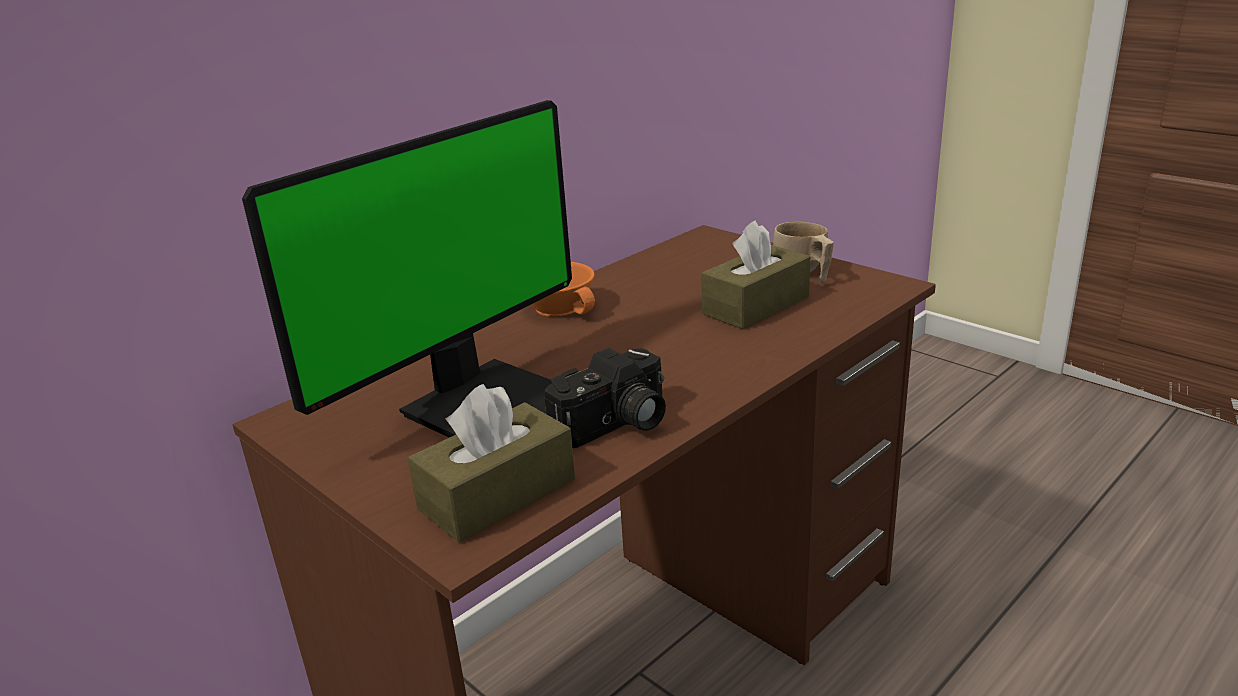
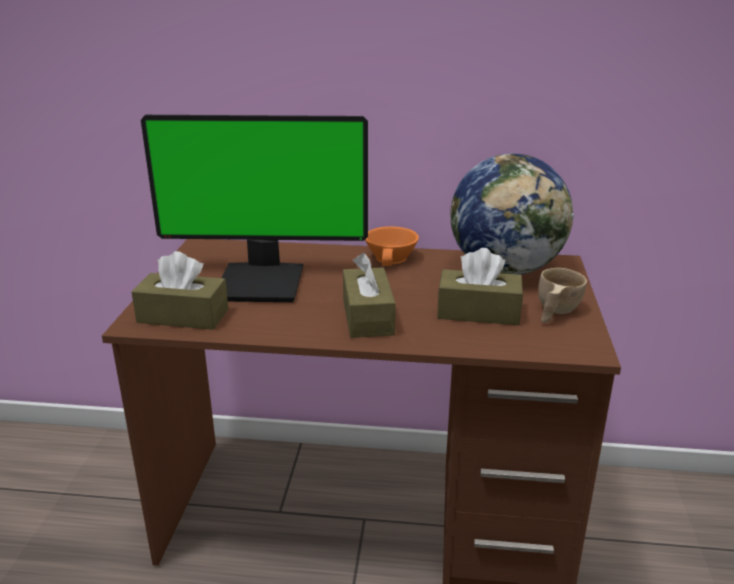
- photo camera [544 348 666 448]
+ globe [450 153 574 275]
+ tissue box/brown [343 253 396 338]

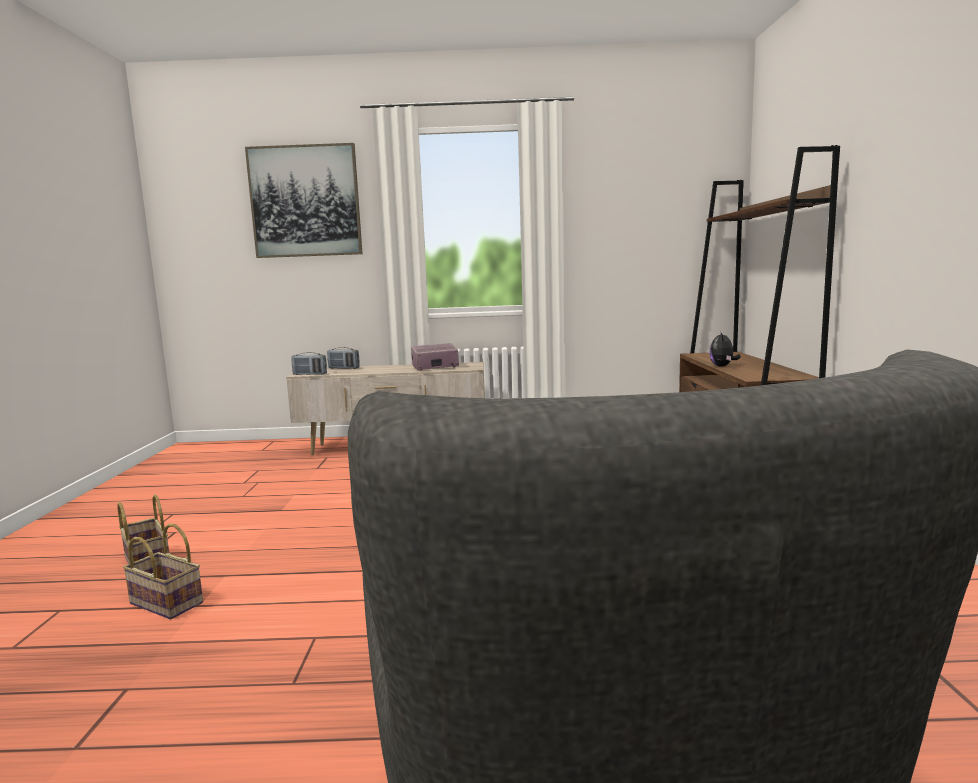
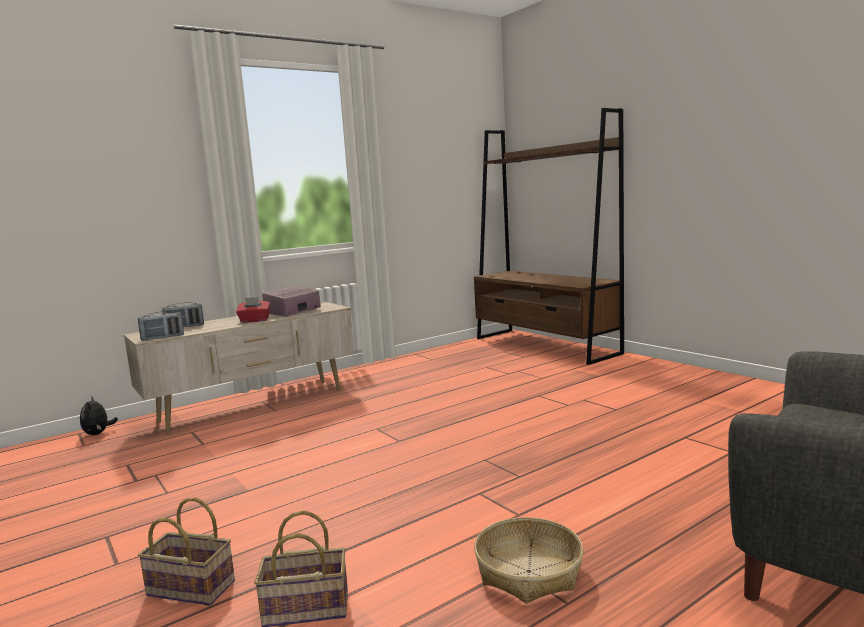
- picture [245 143 363 258]
~ plush toy [709 333 741 367] to [80 396 118 435]
+ tissue box/red [236 297 270 323]
+ basket [474 517 583 603]

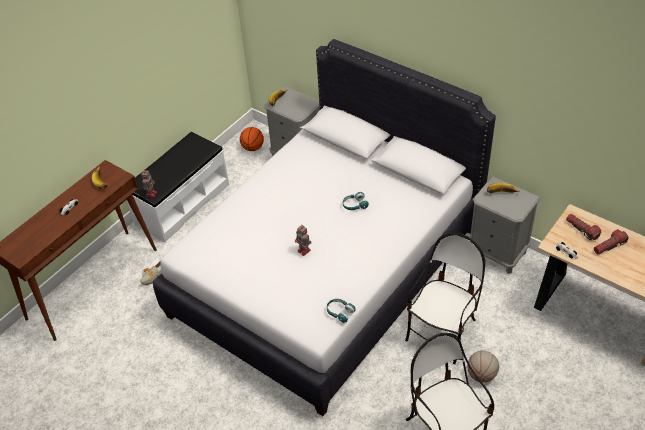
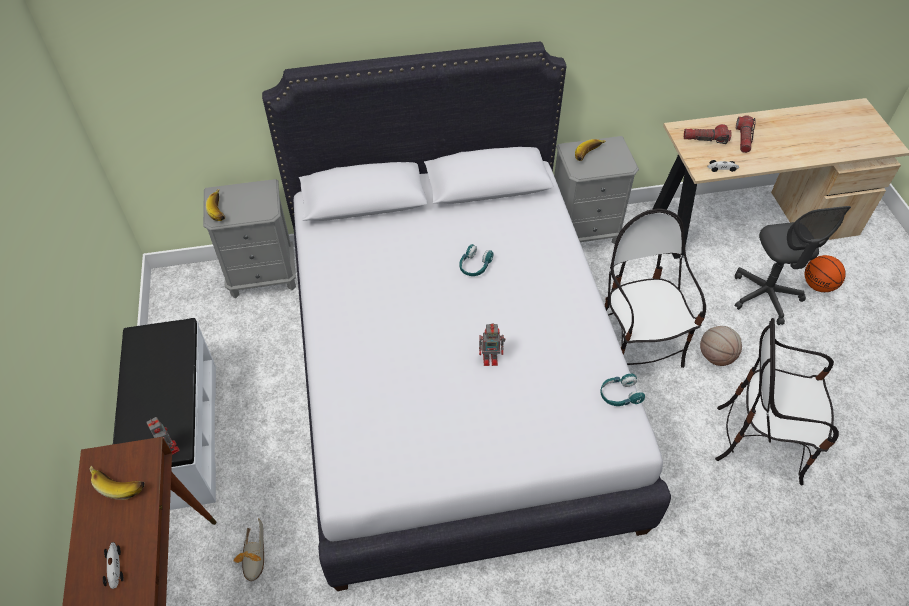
~ basketball [240 127 264 151] to [805 255 846 292]
+ office chair/grey [734 206 851 325]

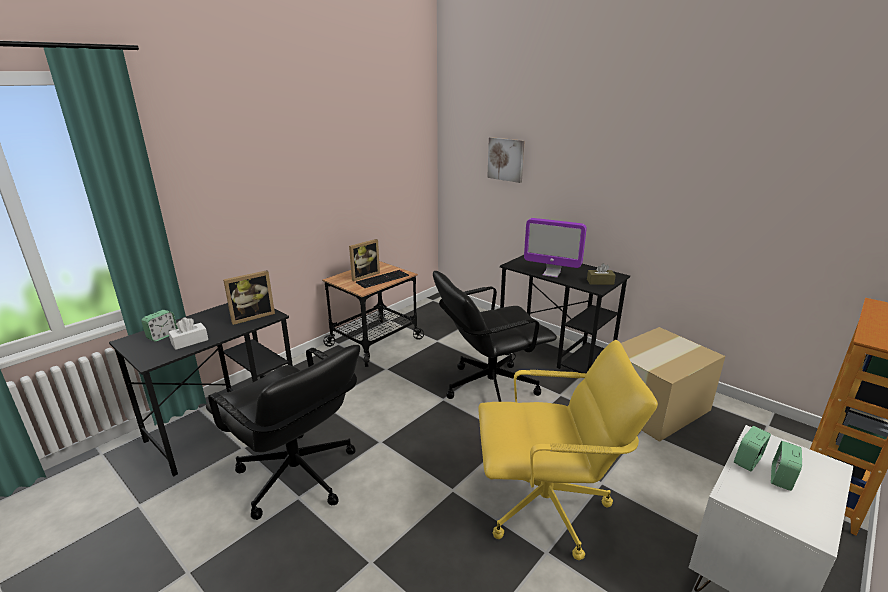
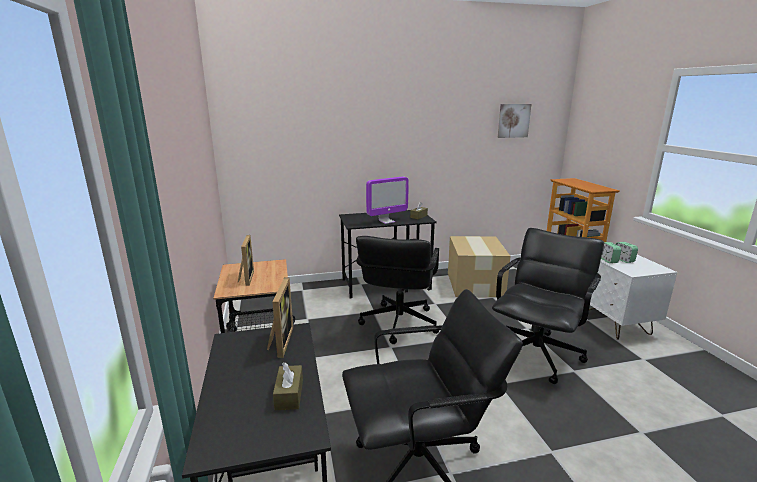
~ picture [487 137 525 183] to [498 104 531 138]
- keyboard [356 270 409 288]
- alarm clock [141 310 178 341]
~ tissue box/white [168 317 208 350] to tissue box/brown [273 362 303 410]
~ office chair/yellow [478 340 658 560] to office chair/black [492 228 604 384]

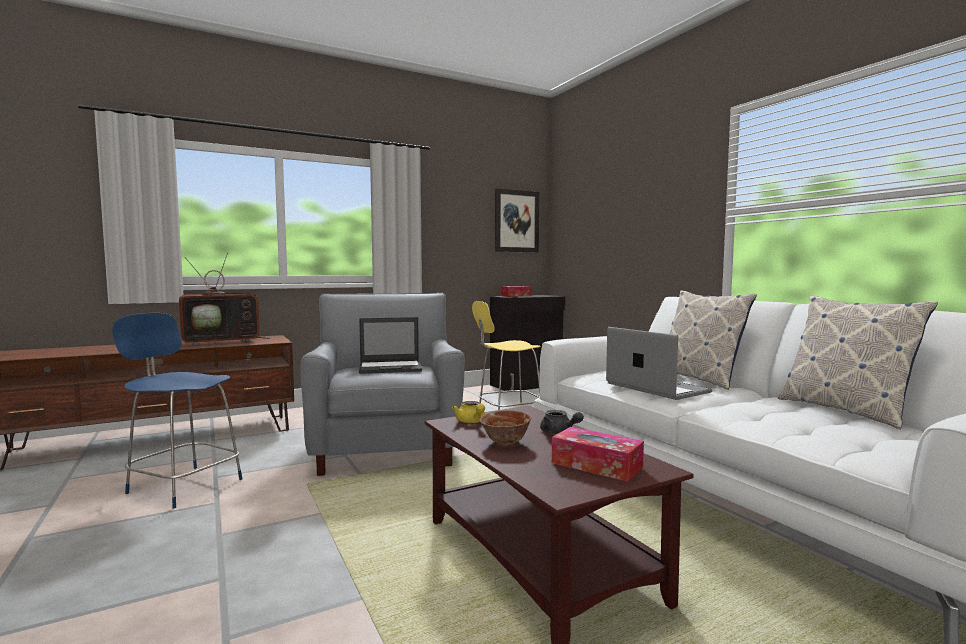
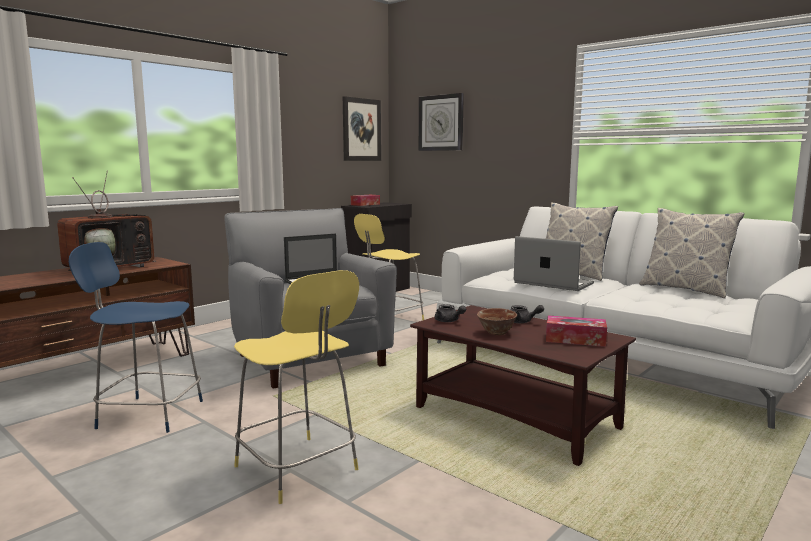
~ teapot/yellow [452 401 485 423] to teapot/grey [435 304 466 322]
+ wall clock [419 93 464 151]
+ stool/yellow [234 270 359 504]

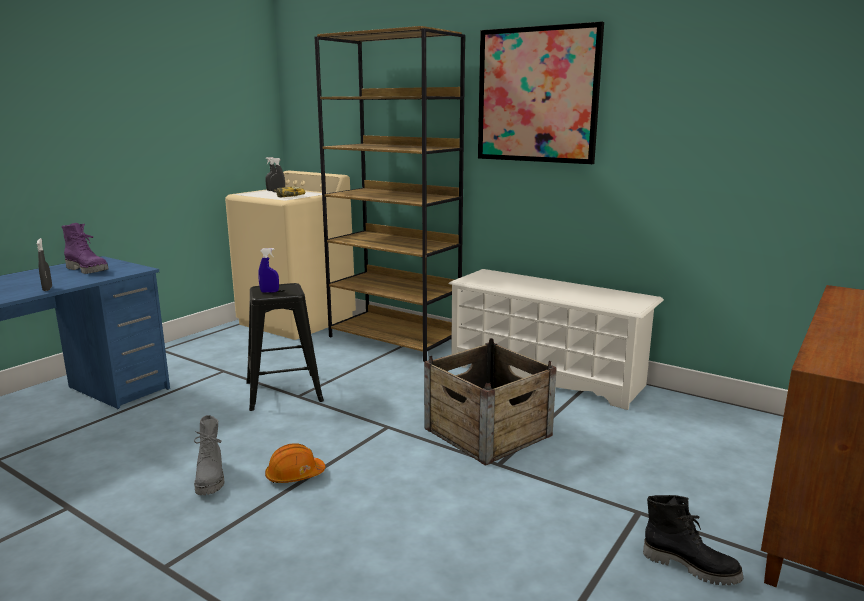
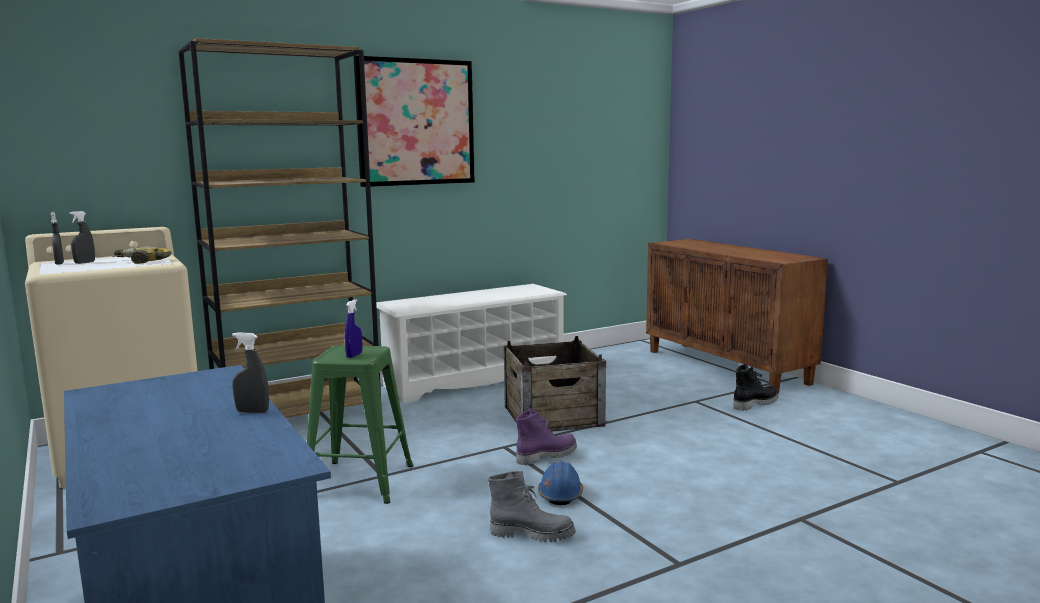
~ boot/purple [61 223 109 274] to [516 408 577 465]
~ stool/black [246 283 324 411] to stool/green [307 345 413 504]
~ hard hat/orange [265 443 326 483] to hard hat/blue [538 461 583 505]

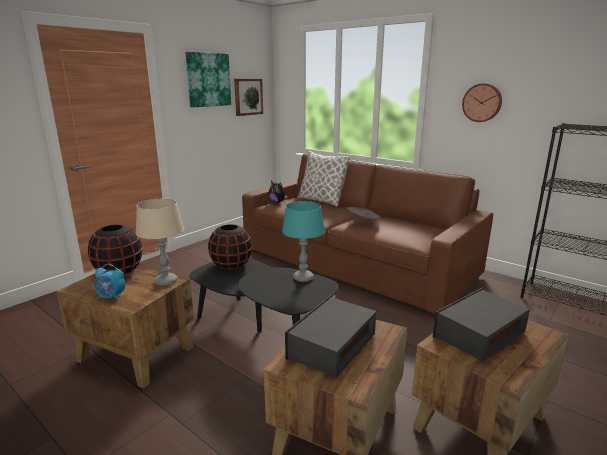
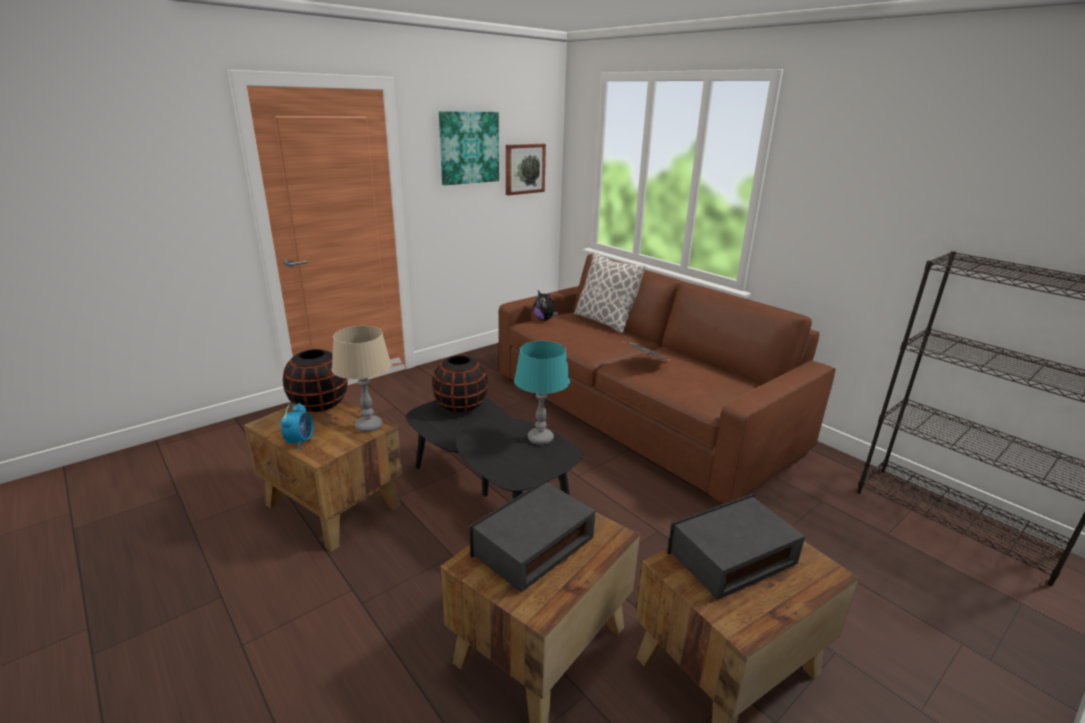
- wall clock [462 83 502 122]
~ alarm clock [94 264 125 301] = [281 403 314 449] 105 degrees counterclockwise

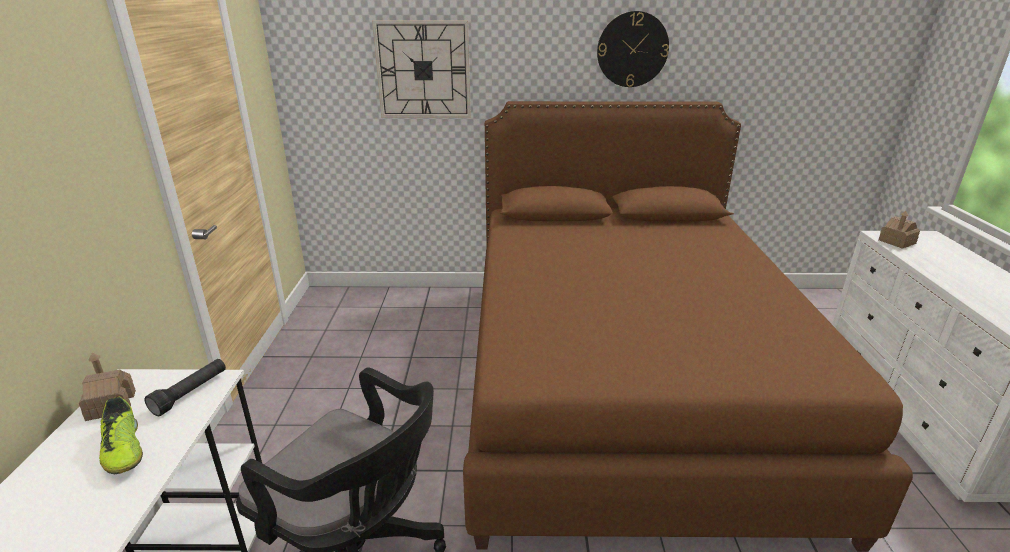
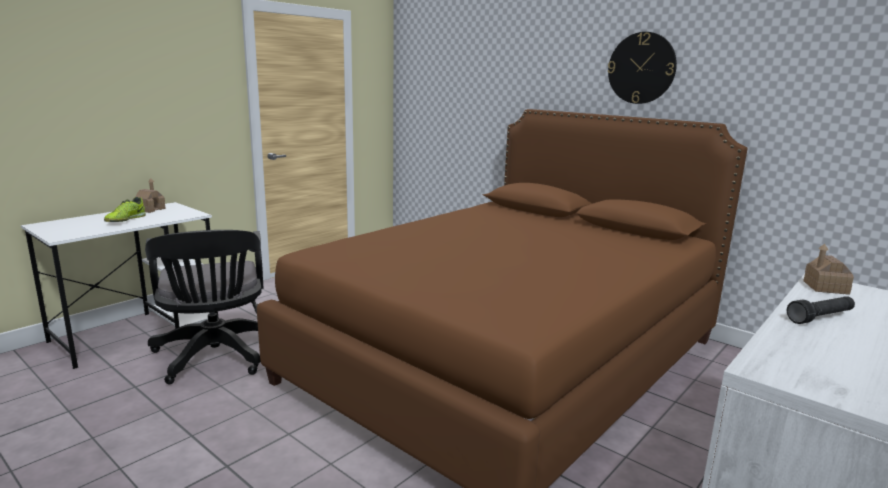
- wall clock [372 20 471 118]
~ flashlight/black [144 359 226 416] to [787 296 855 324]

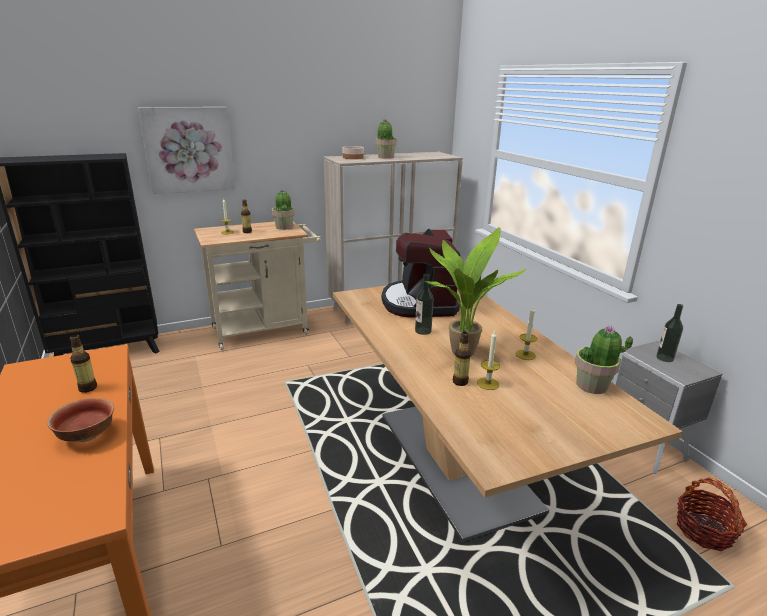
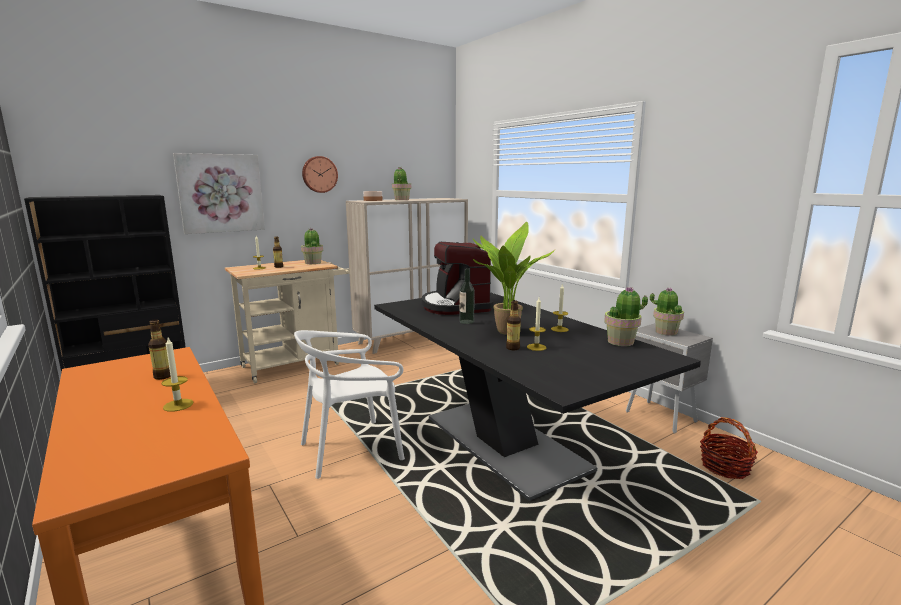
~ dining table/beige [333 286 683 542] to dining table/black [374 292 701 501]
~ bottle [656 304 683 362] to potted plant [650 287 684 336]
~ bowl [47 398 114 442] to candle [161 338 193 412]
+ wall clock [302 156 338 193]
+ chair/white [294 330 405 479]

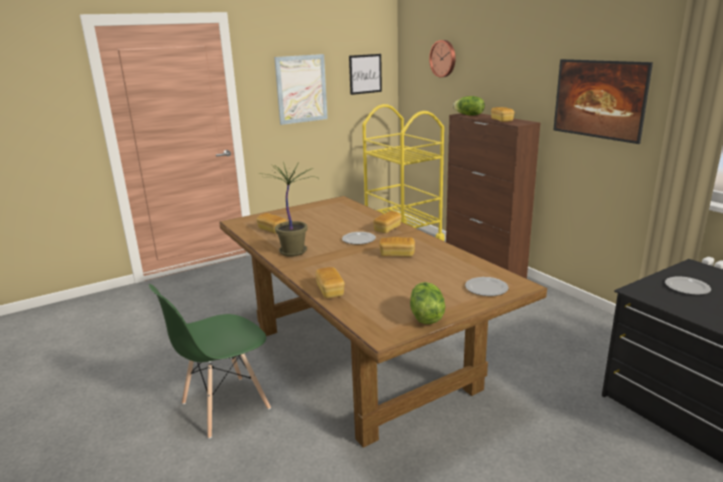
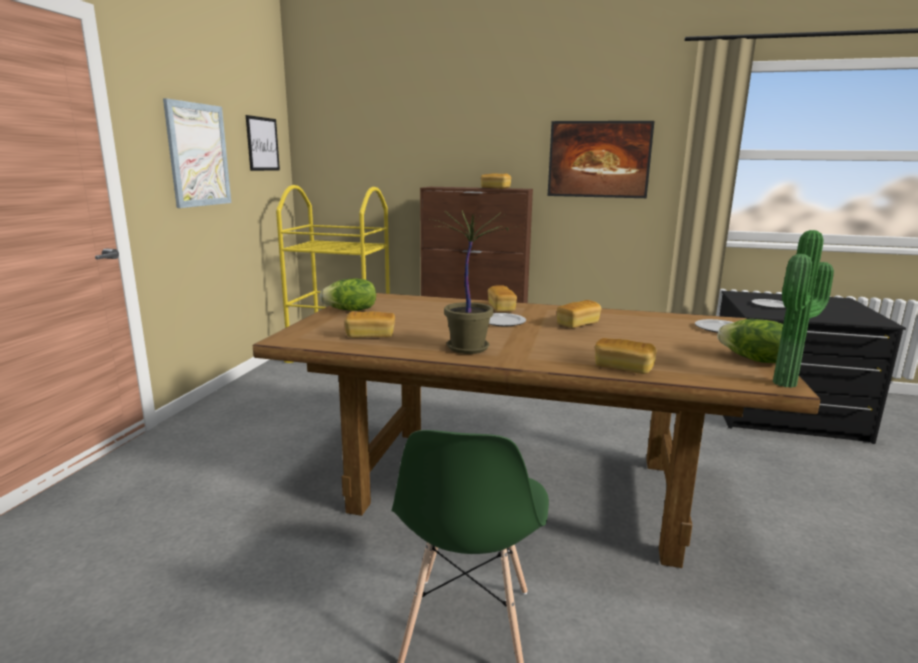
- wall clock [429 40 456 77]
~ lettuce [453 96 485 116] to [319 278 376 311]
+ potted plant [773 230 834 388]

